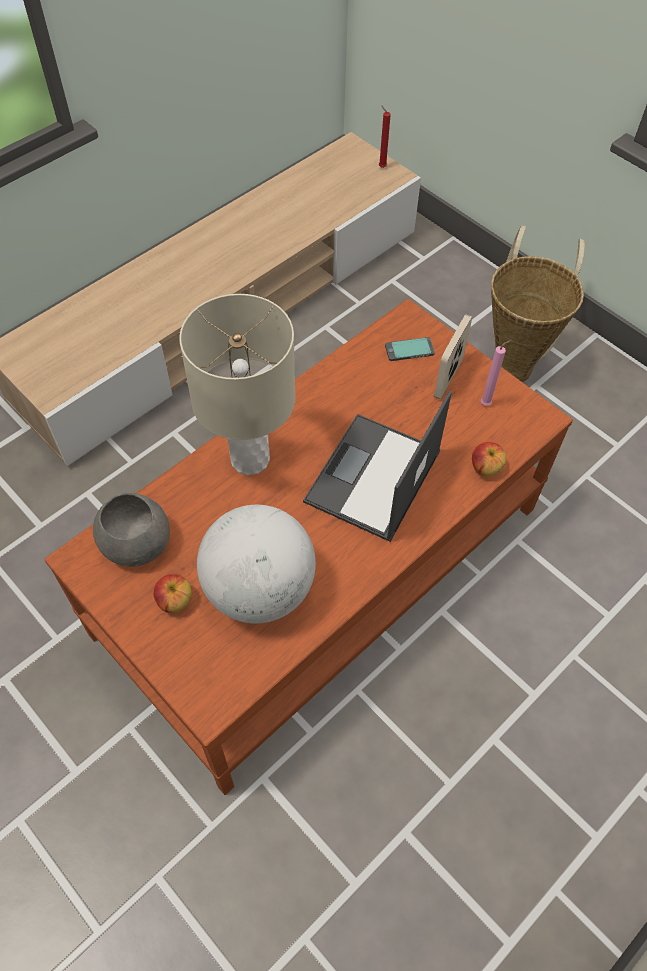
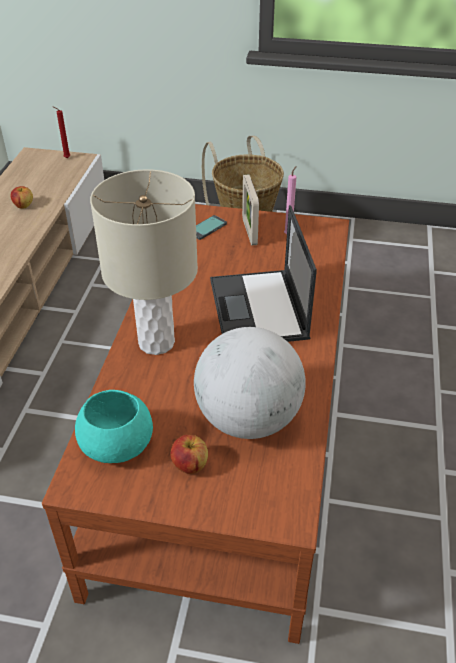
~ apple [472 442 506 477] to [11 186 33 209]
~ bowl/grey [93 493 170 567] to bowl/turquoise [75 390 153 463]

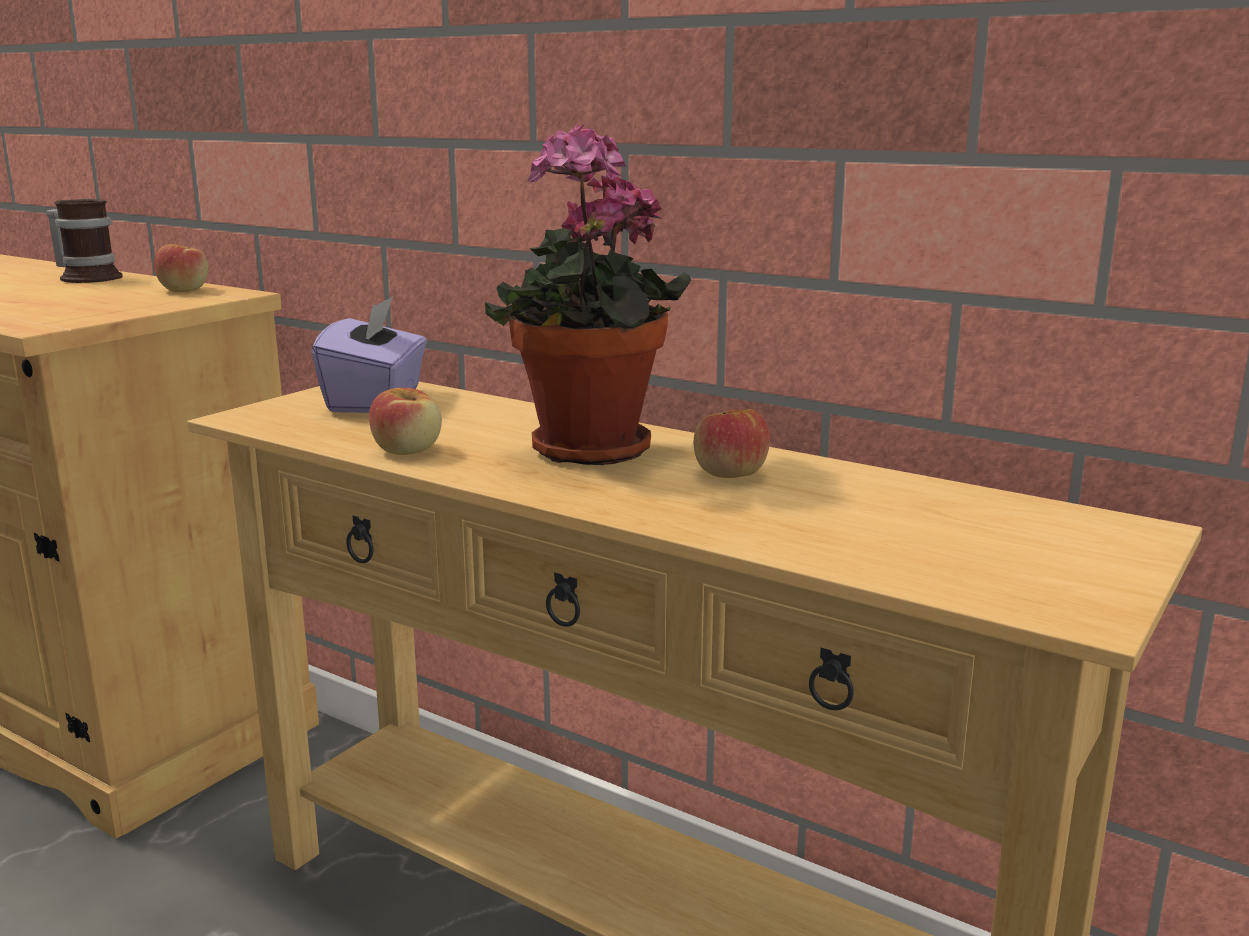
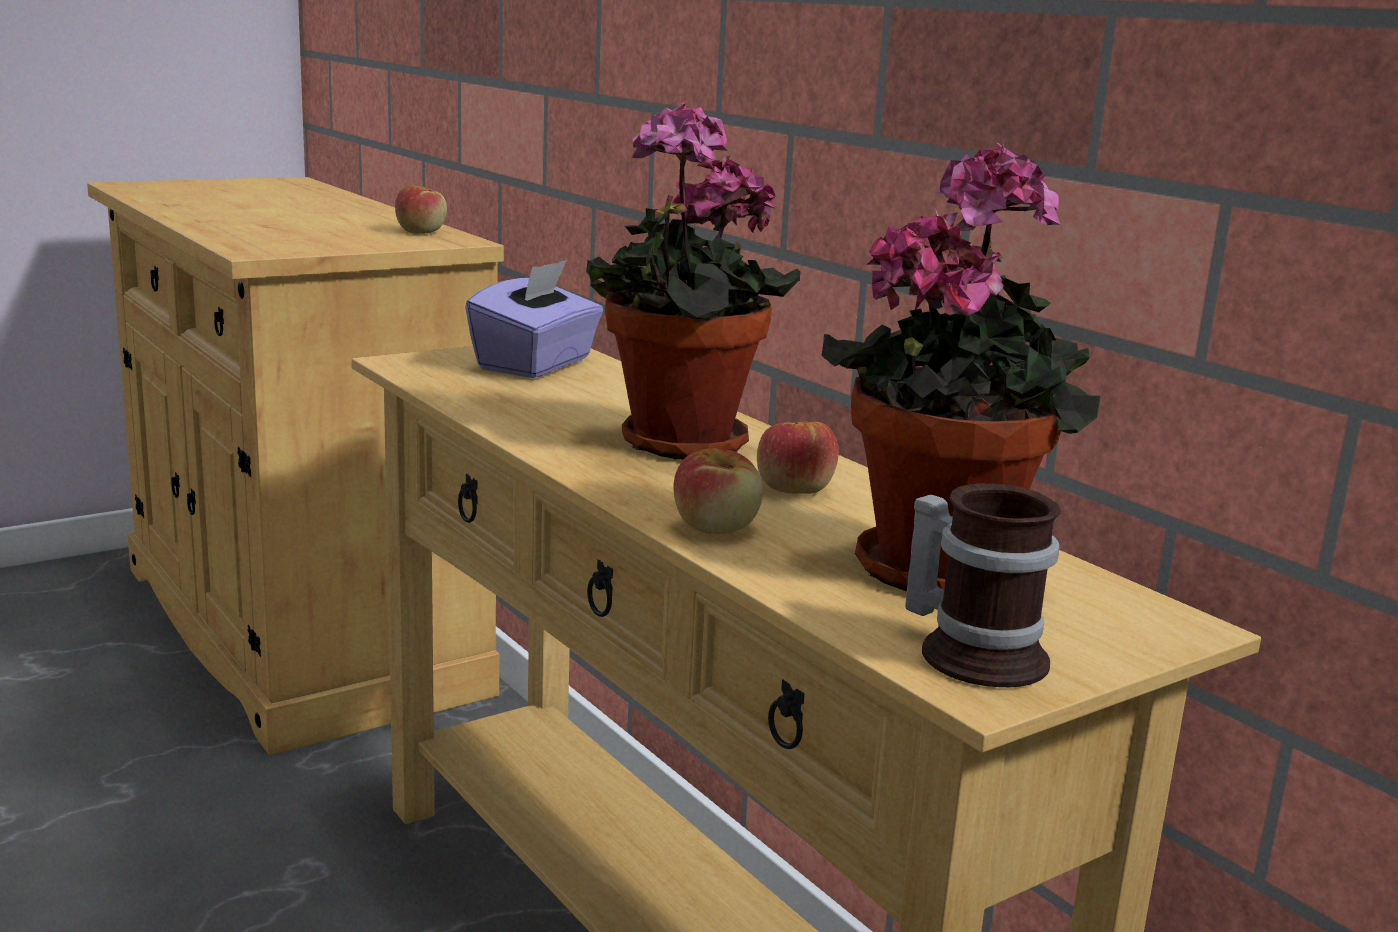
~ mug [47 199 123 283] to [905 484 1061 687]
~ apple [369 388 442 455] to [674 448 763 534]
+ potted plant [821 143 1100 591]

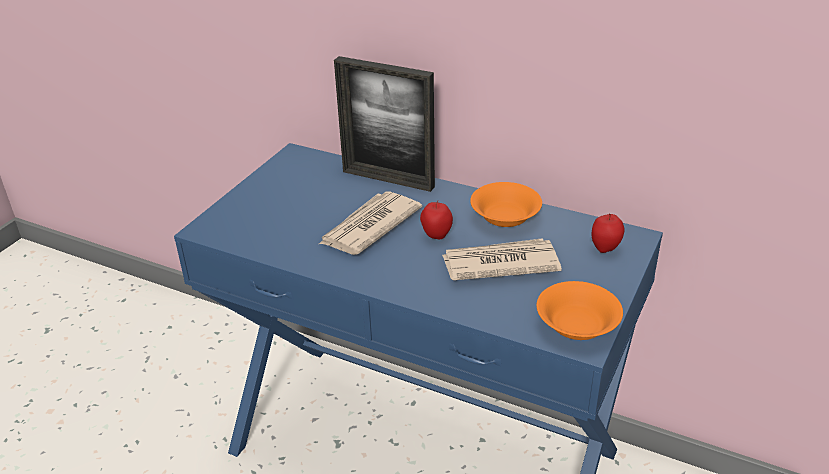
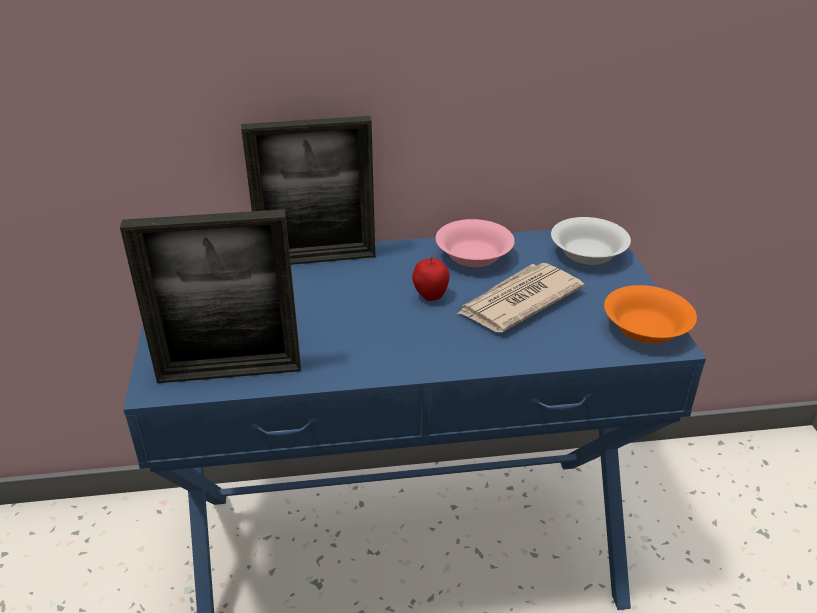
~ bowl/orange [470 182 542 227] to bowl/pink [436 219 515 267]
- newspaper [319 191 422 255]
~ apple [591 214 625 253] to bowl/white [551 217 631 265]
+ picture frame [120 209 301 383]

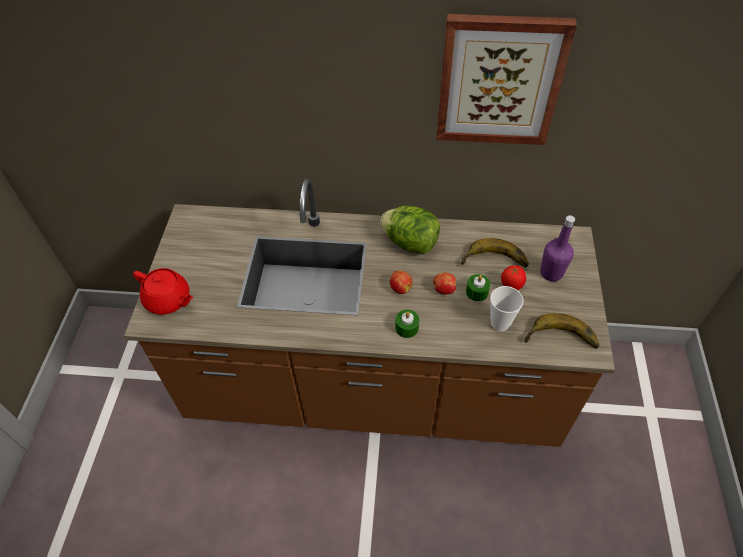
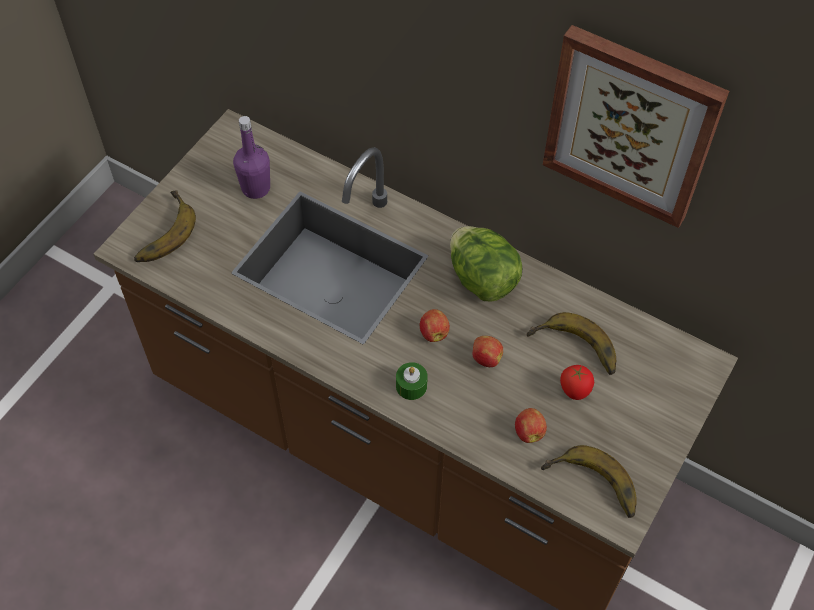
~ bottle/purple [540 215 575 282] to [233 116 270 199]
~ teapot/red [133 268 193 315] to banana [134 190 196 262]
- candle/green [466 274 491 301]
~ cup [490 286 524 331] to apple [515 408 547 443]

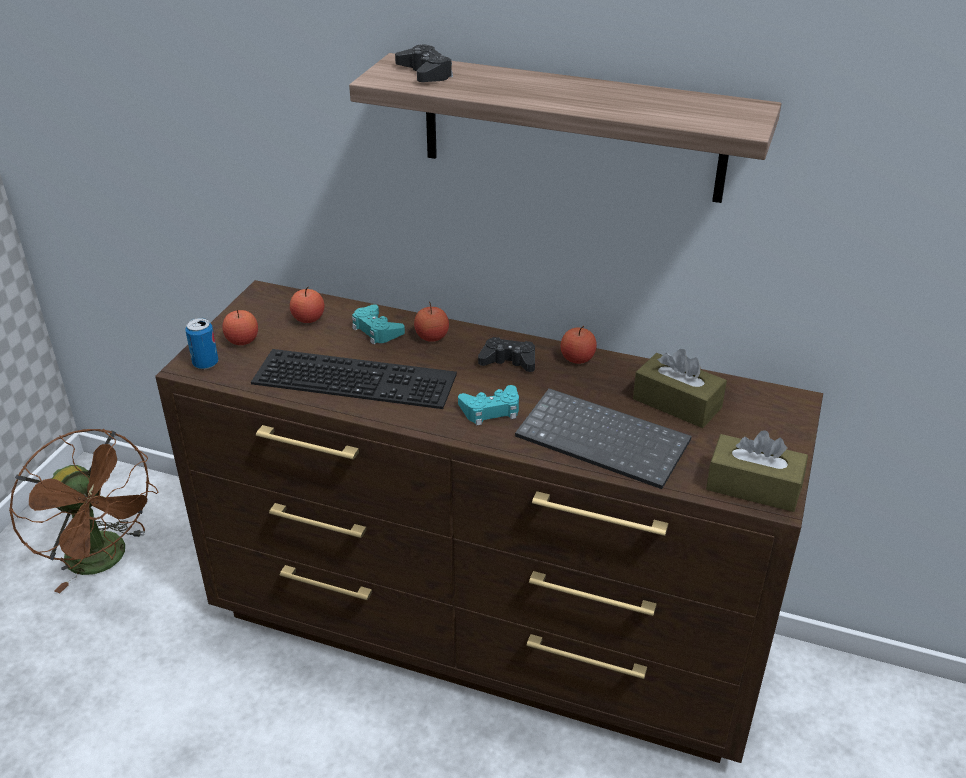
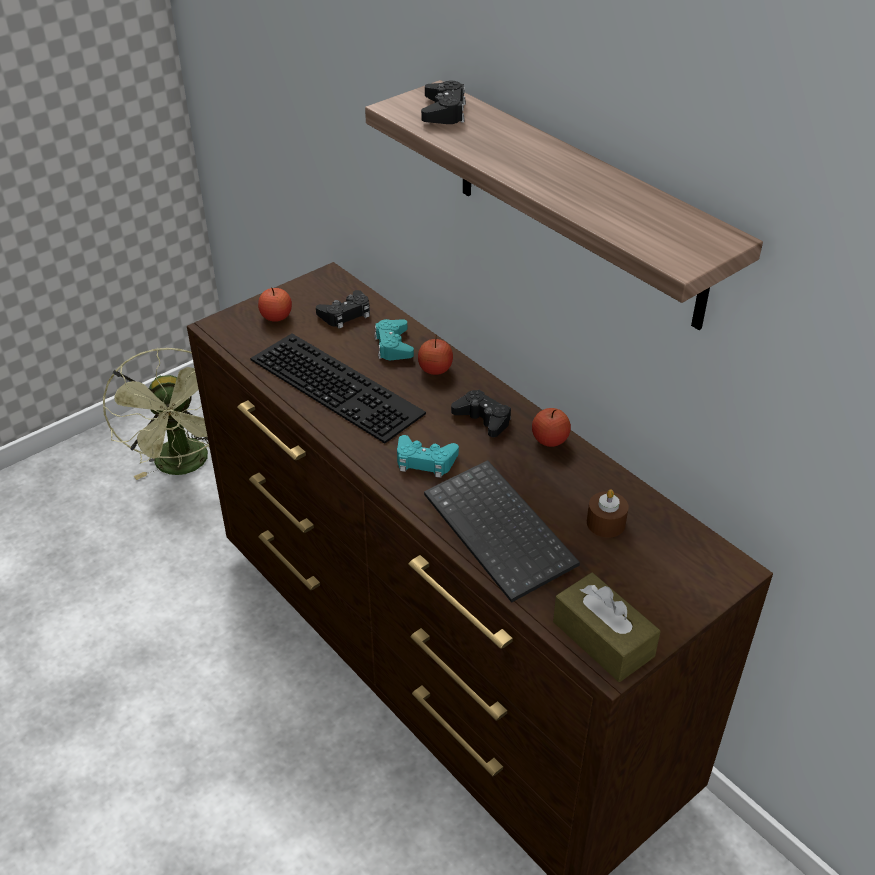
~ apple [290 287 324 323] to game controller/black [316 290 370 329]
- can [185 318 218 369]
~ tissue box/brown [633 349 727 428] to candle/brown [587 490 629 538]
~ fan/brown [9 429 158 593] to fan/green [103 348 211 480]

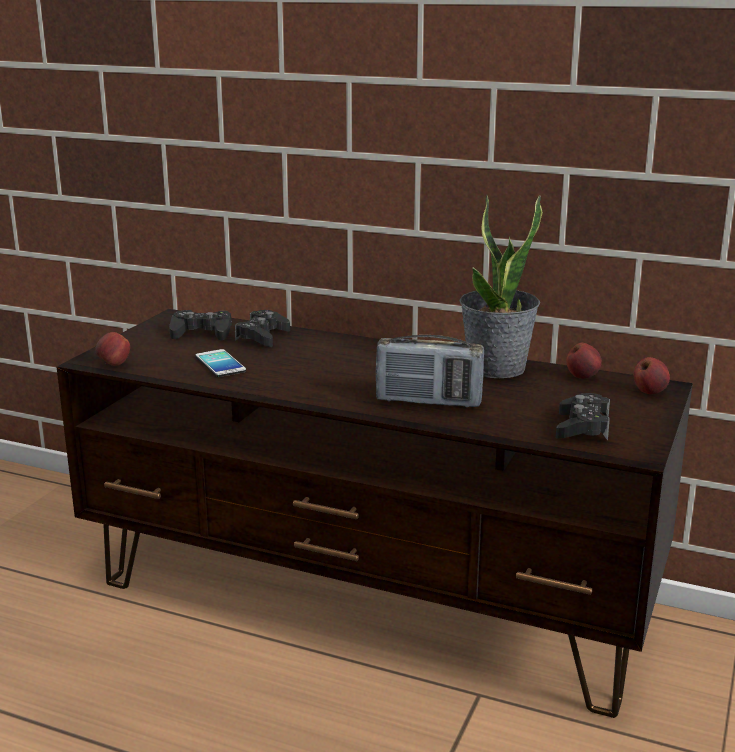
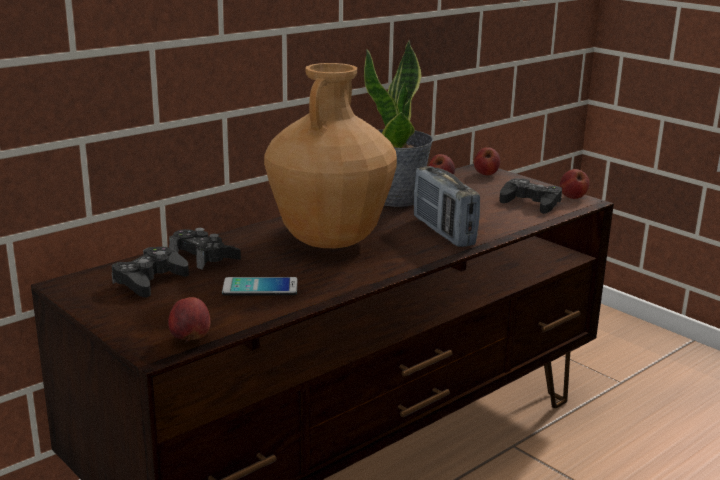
~ radio [376 335 484 407] = [414 166 480 247] 120 degrees clockwise
+ vase/brown [264 63 397 248]
+ apple [560 169 589 199]

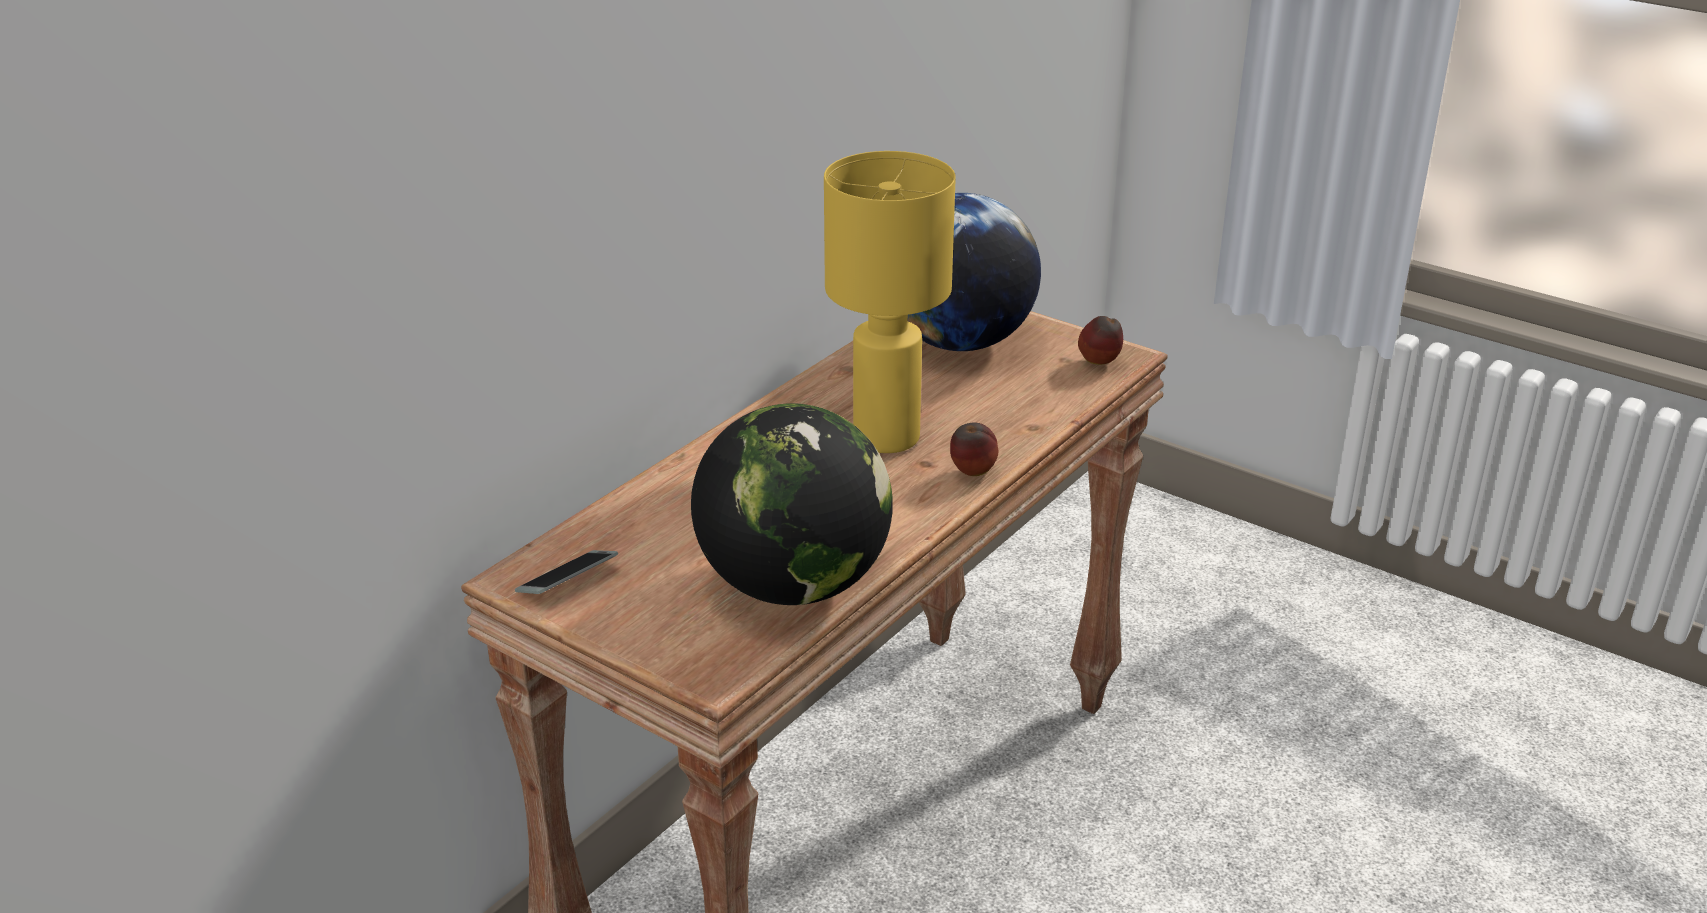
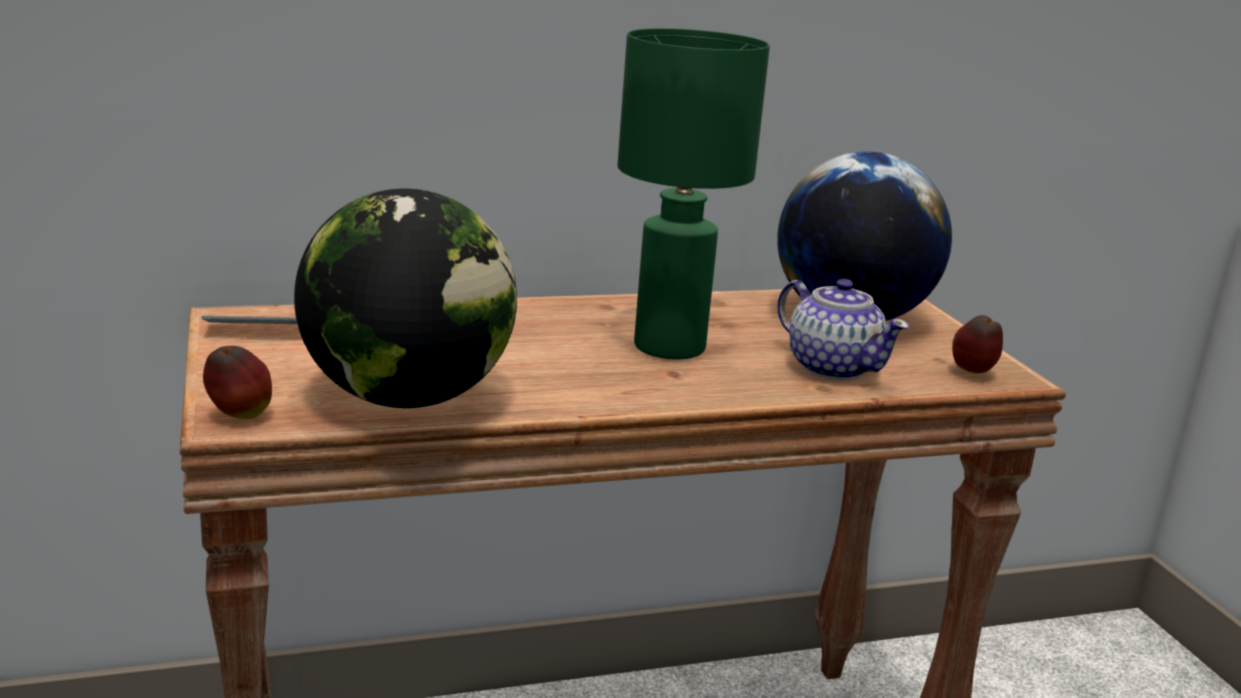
~ table lamp/yellow [824 151 956 453] to table lamp/green [618 28 770 359]
~ apple [950 422 998 476] to [203 346 272 419]
+ teapot [777 279 909 380]

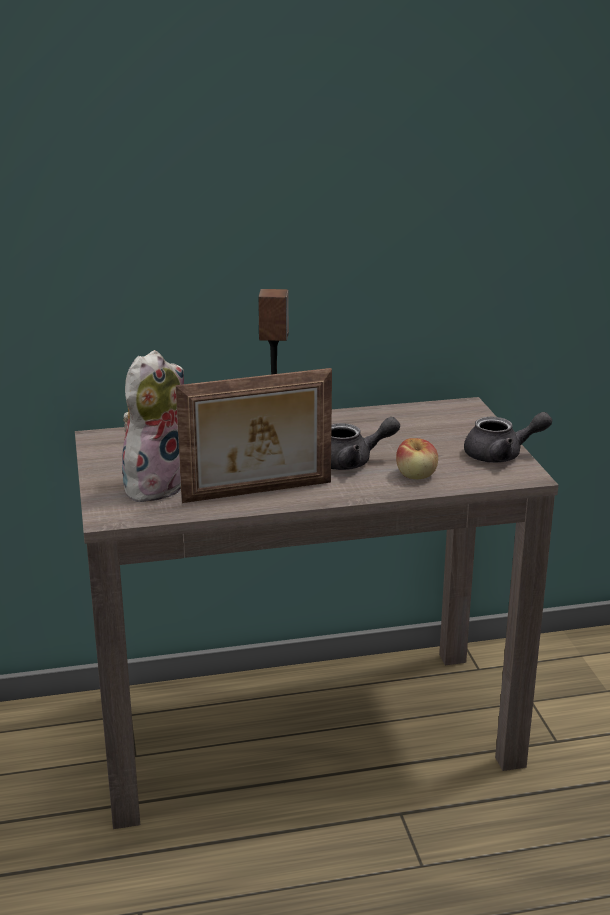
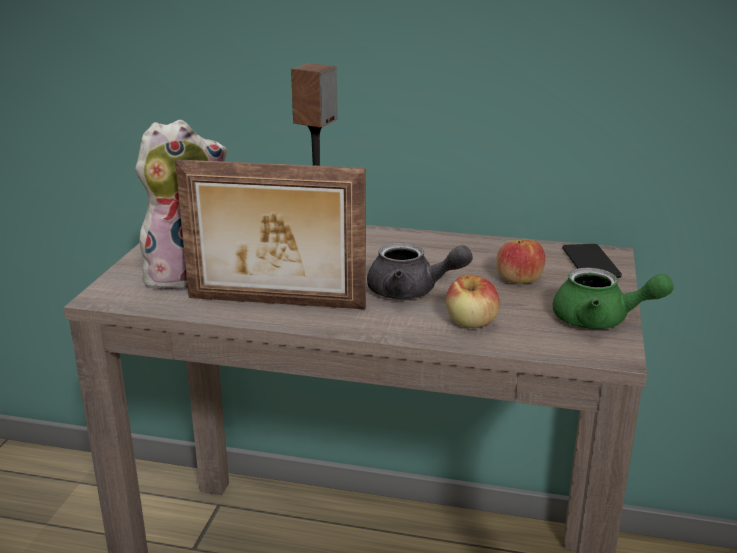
~ teapot/grey [464 412 552 463] to teapot/green [553 268 674 329]
+ apple [496 240 545 284]
+ phone [562 244 622 278]

